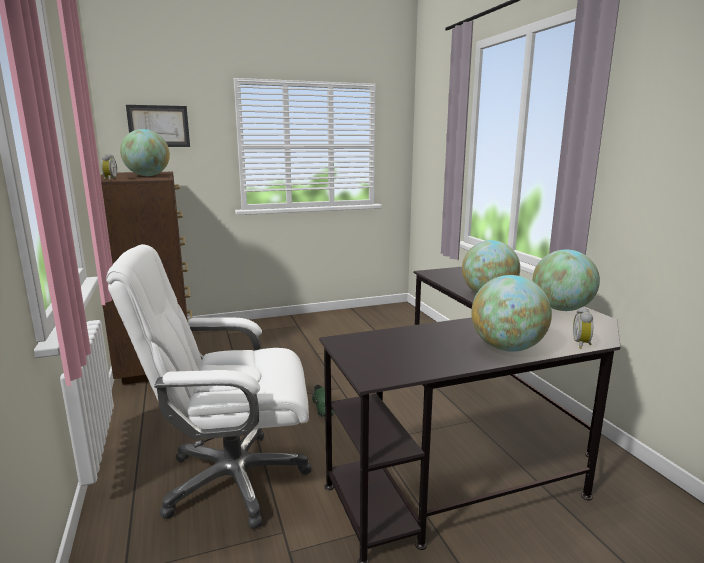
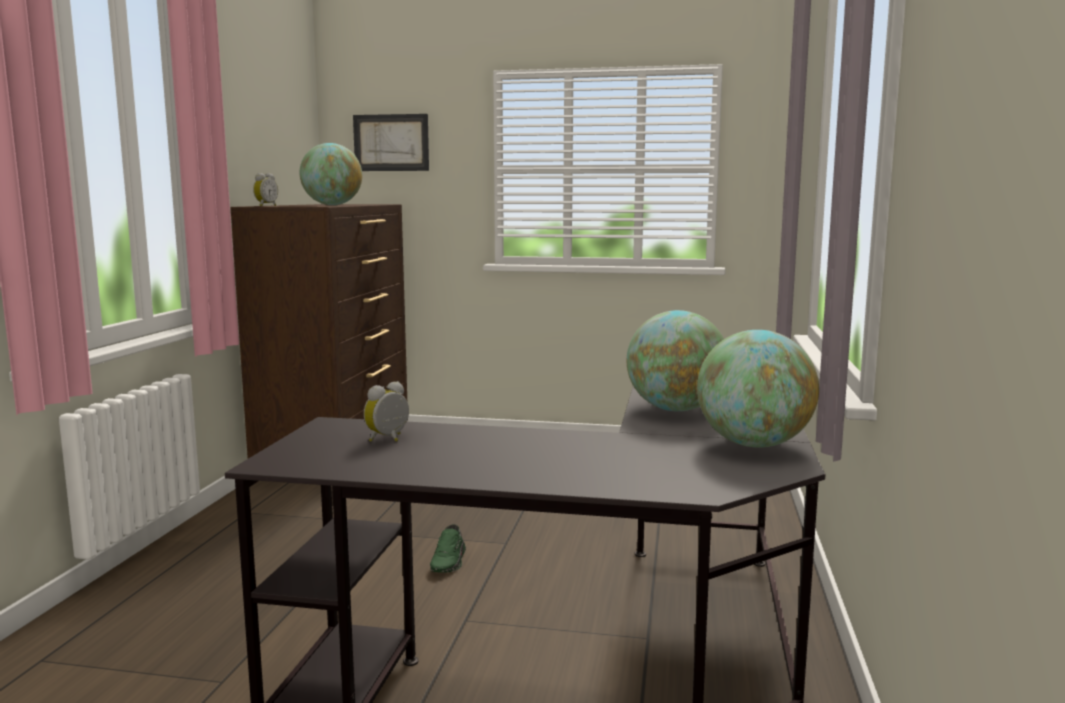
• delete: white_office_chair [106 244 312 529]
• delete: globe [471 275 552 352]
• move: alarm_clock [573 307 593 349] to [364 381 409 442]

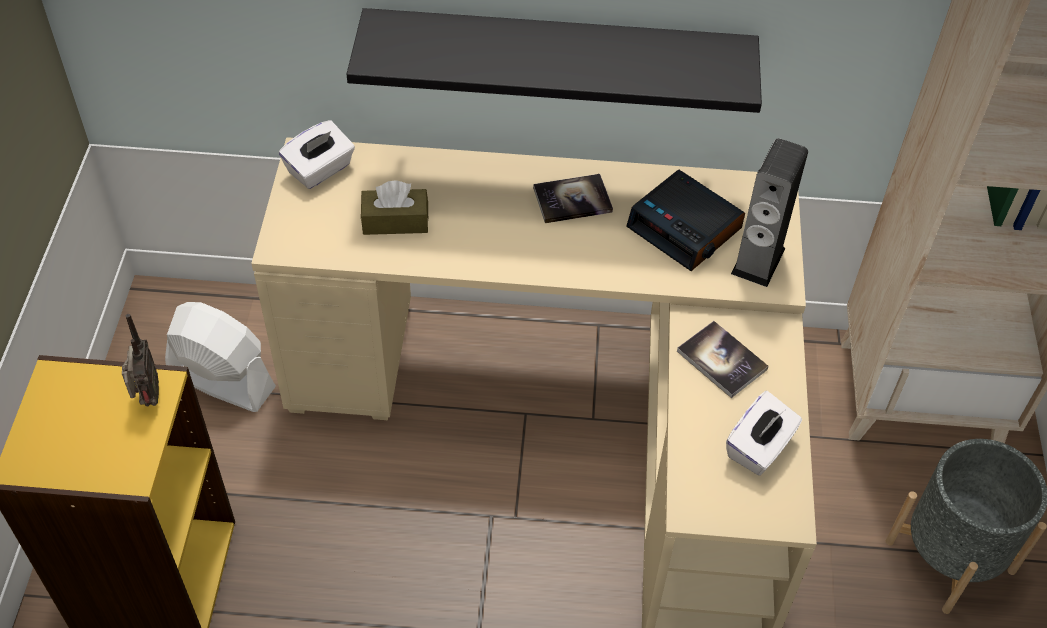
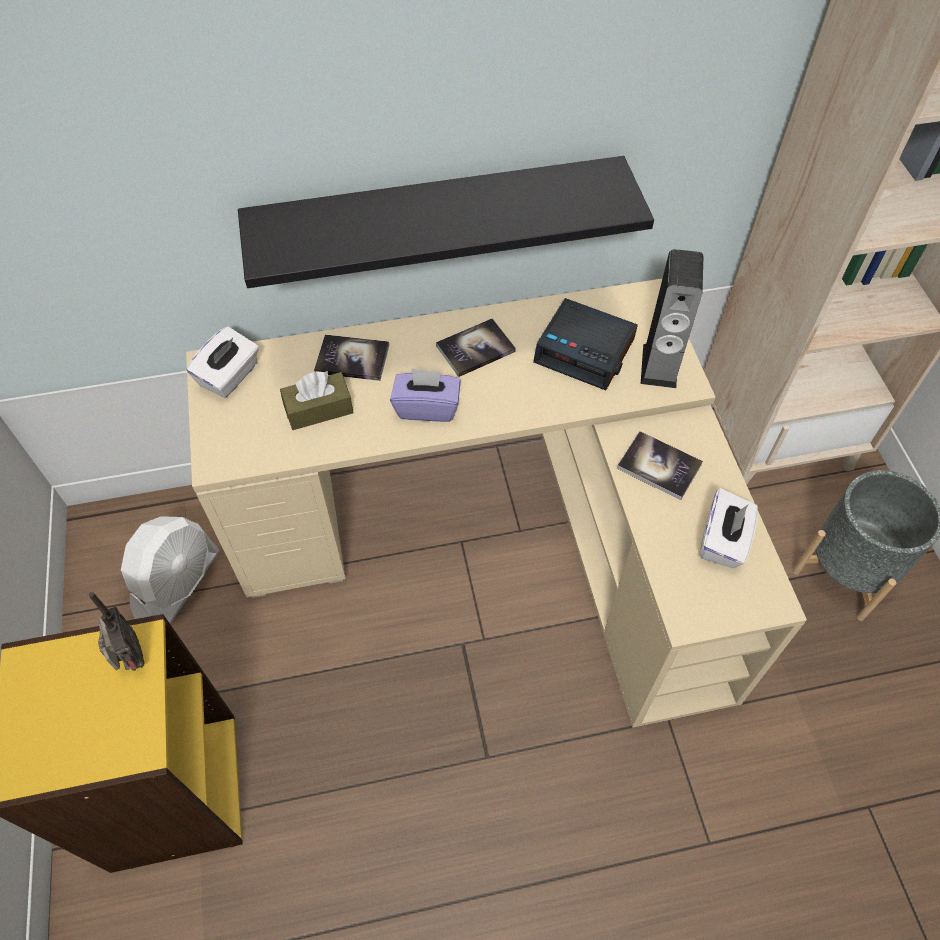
• rotate: white_fan [165 302 276 412] = [121 516 219 624] 105 degrees clockwise
• insert: book [314 335 389 381]
• insert: purple_tissue_box [390 368 461 422]

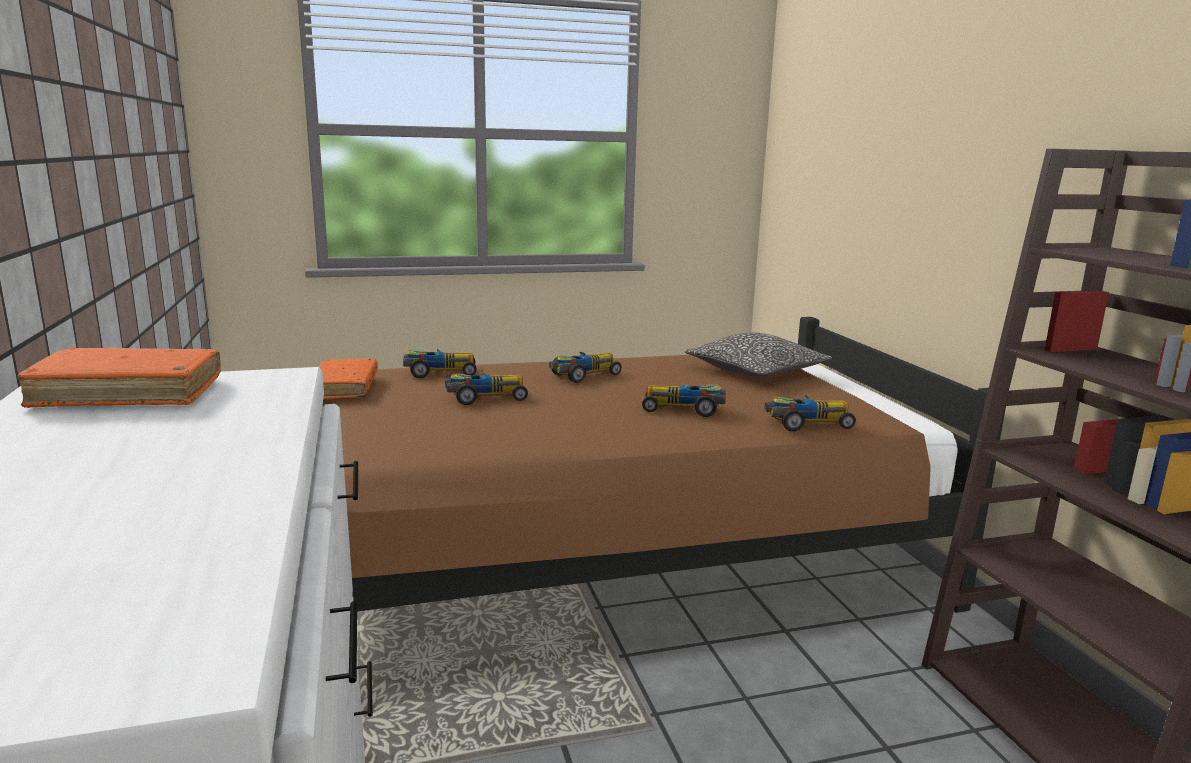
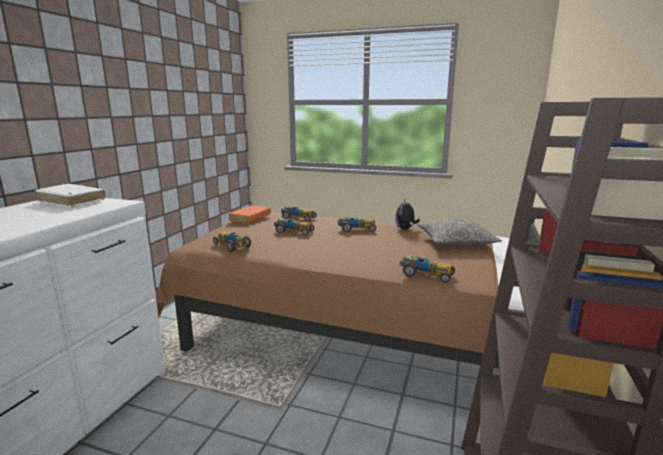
• recolor: orange_book [17 347 221 408] to white_book [35 184 106 207]
• move: toy_car [642 383 726 417] to [213 231 251 252]
• insert: plush_toy [395 199 420 229]

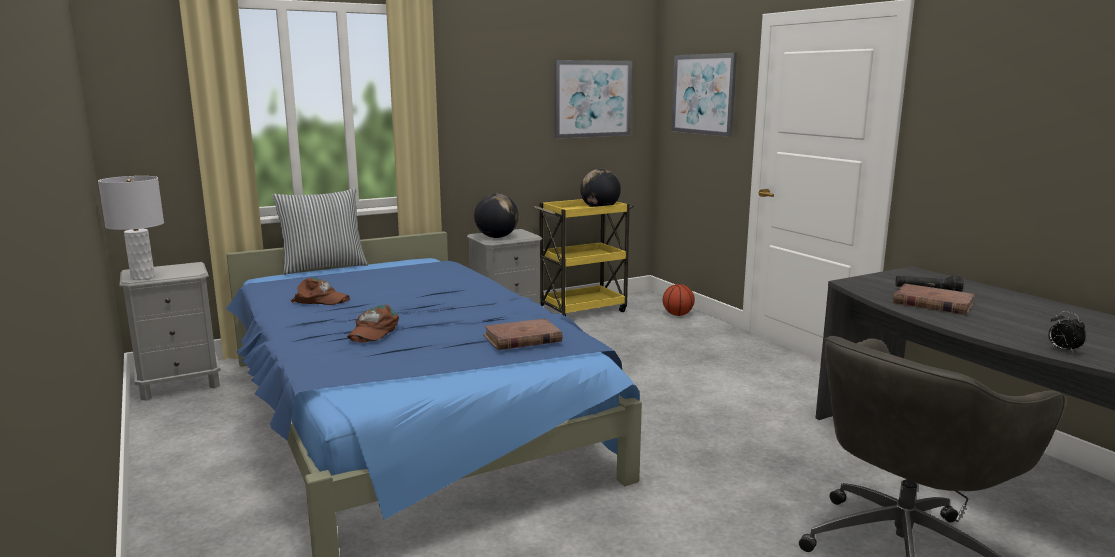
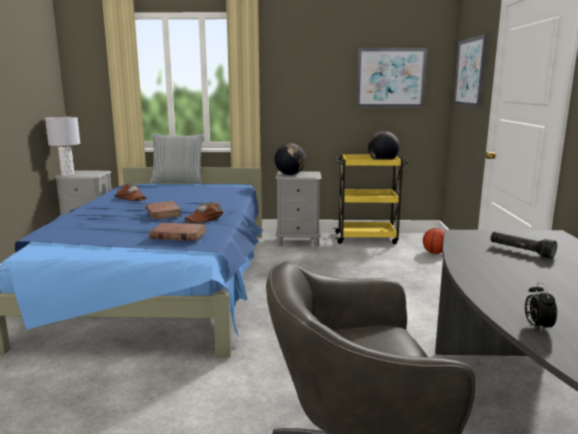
• move: brown_book [893 284 975 315] to [145 201 182 219]
• move: brown_cap [347 305 399 343] to [185 202 223 223]

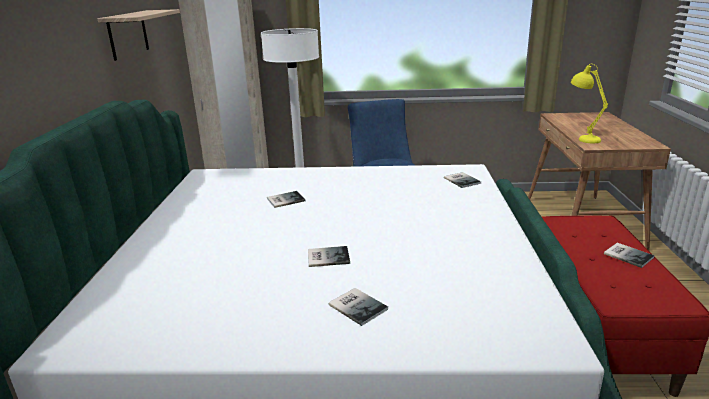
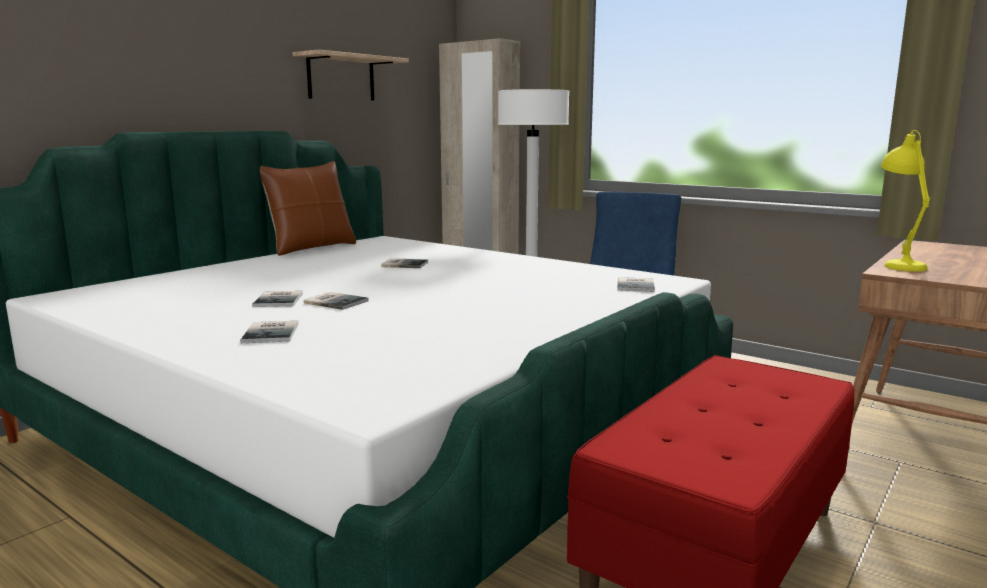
• move: book [604 243 655 268] to [252 291 303 307]
• insert: brown_pillow [260 161 356 256]

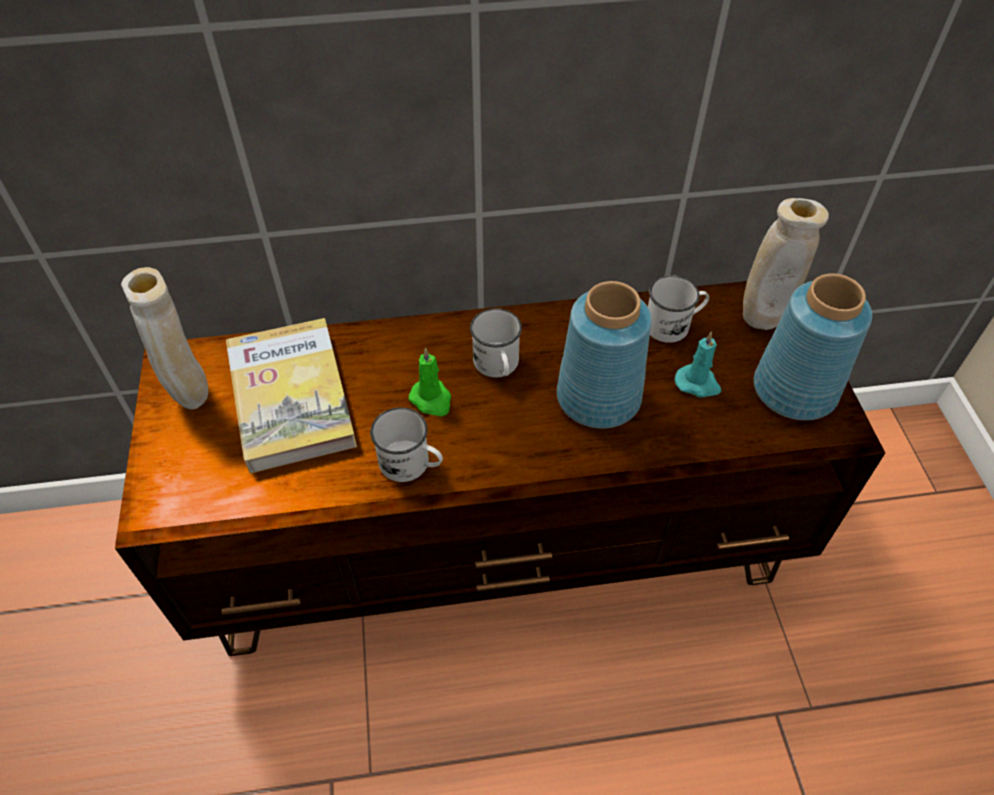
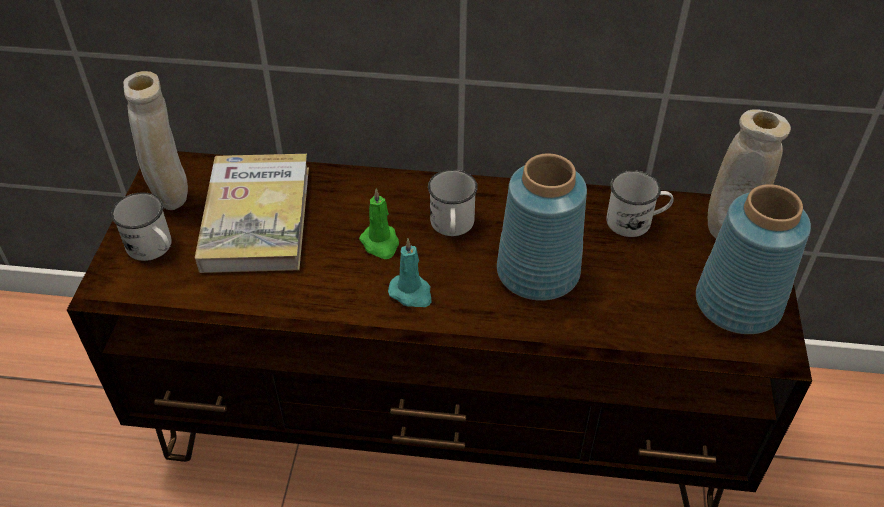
• move: turquoise_candle [675 331 721 397] to [388 239 432 307]
• move: white_mug [370 407 443 482] to [111 192 172 261]

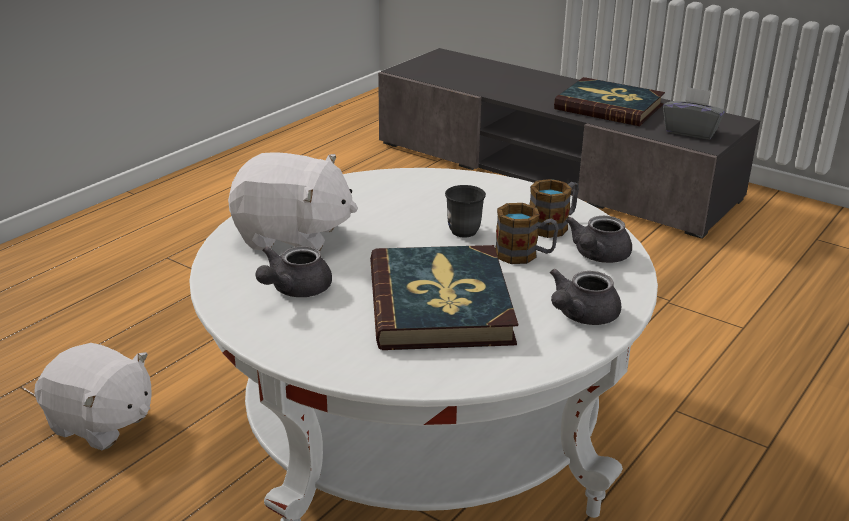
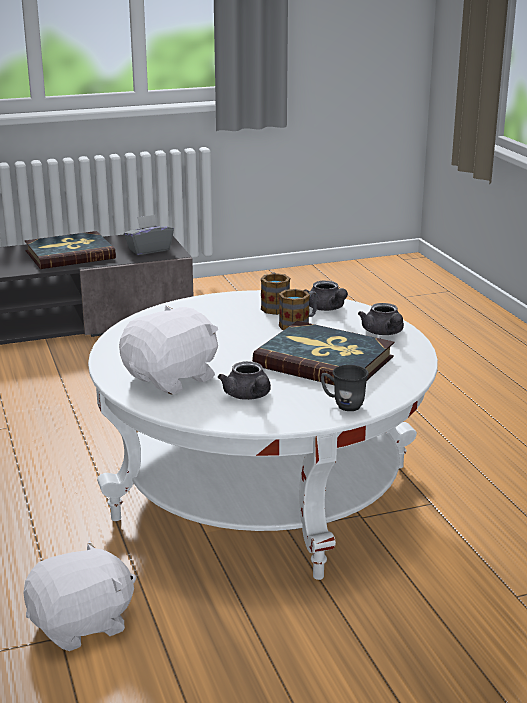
• move: grey_mug [445 185 486 237] to [321 365 369 411]

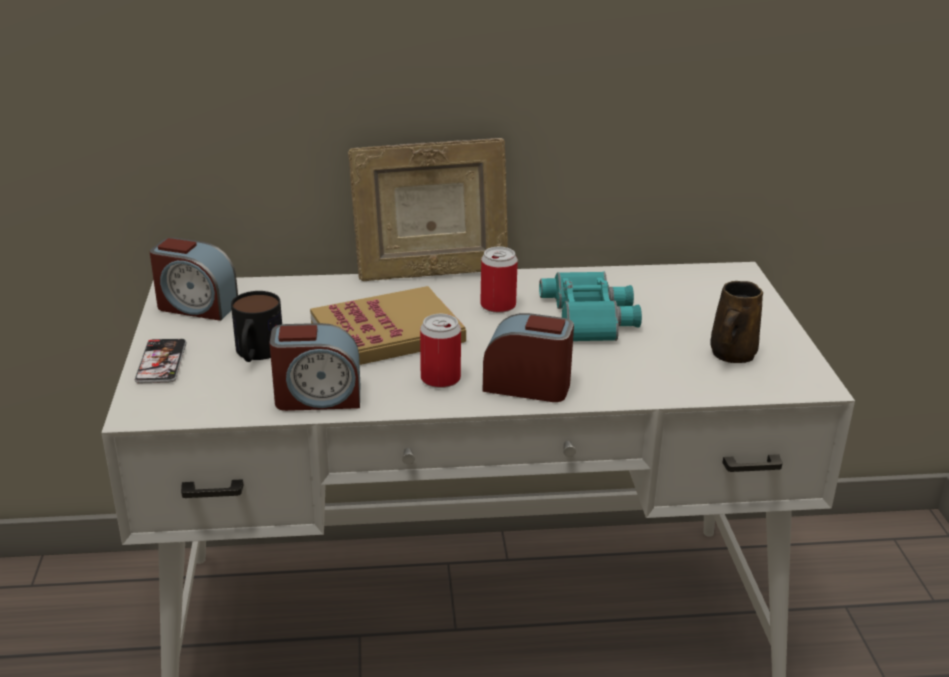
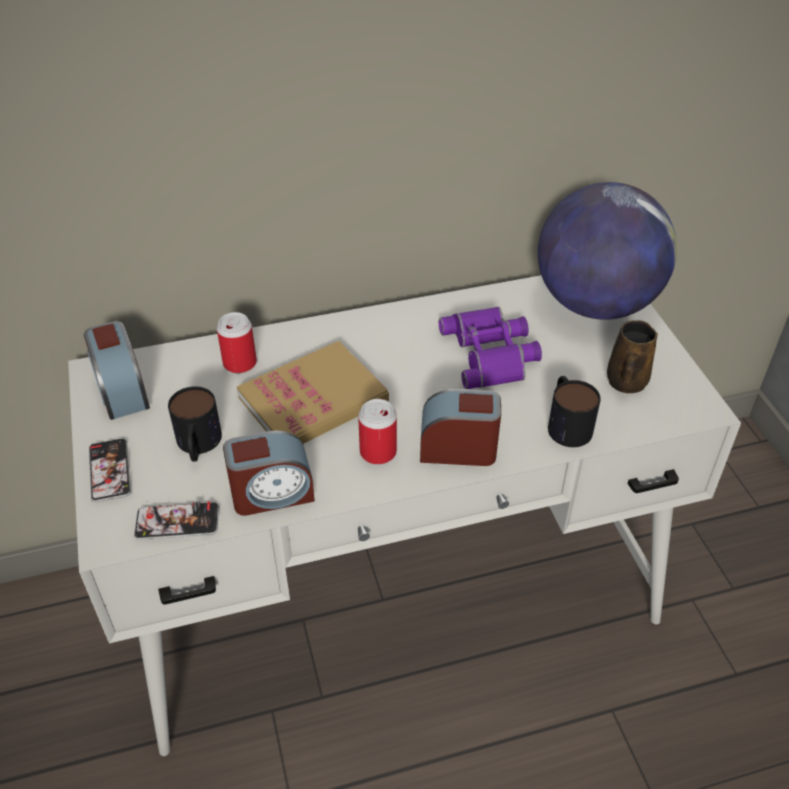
• delete: picture_frame [348 138 508 281]
• rotate: alarm_clock [150 238 238 321] = [84 321 150 420] 60 degrees clockwise
• move: can [480 247 518 313] to [217 312 257 373]
• recolor: turquoise_binoculars [539 272 642 341] to purple_binoculars [439 307 542 389]
• insert: globe [538 182 677 320]
• insert: mug [548 376 601 447]
• insert: phone [134 501 219 540]

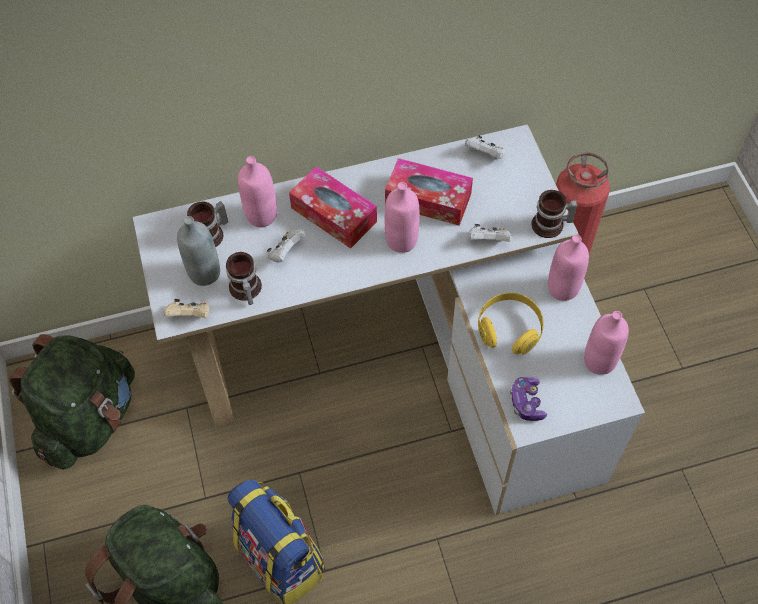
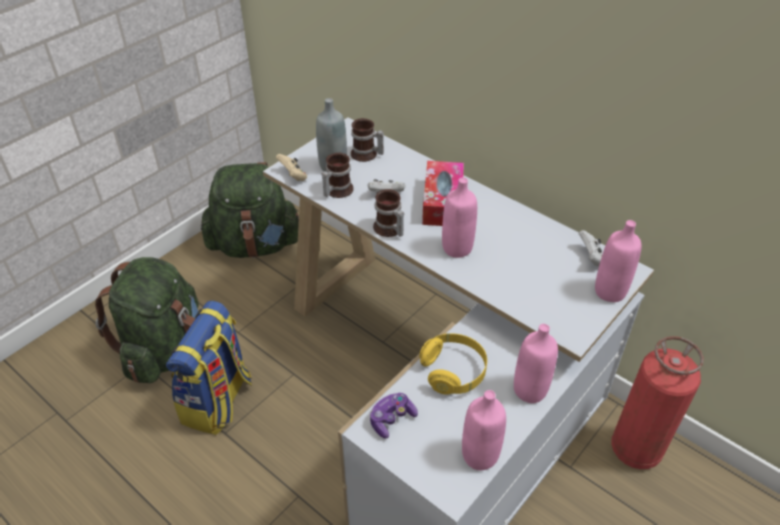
• move: pink_bottle [238 156 277 228] to [595 220 641 302]
• delete: tissue_box [385 158 473 226]
• move: mug [532 190 577 238] to [373 189 404 237]
• delete: white_game_controller [468 224 512 242]

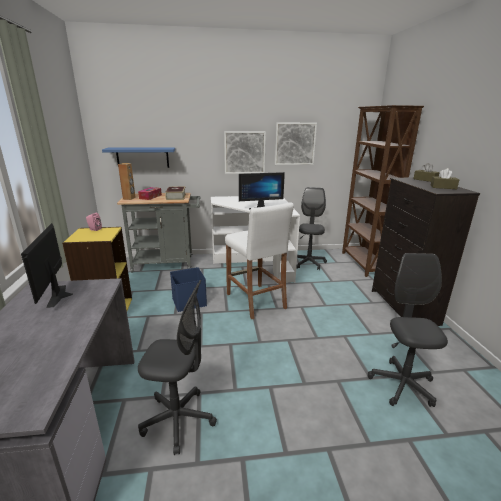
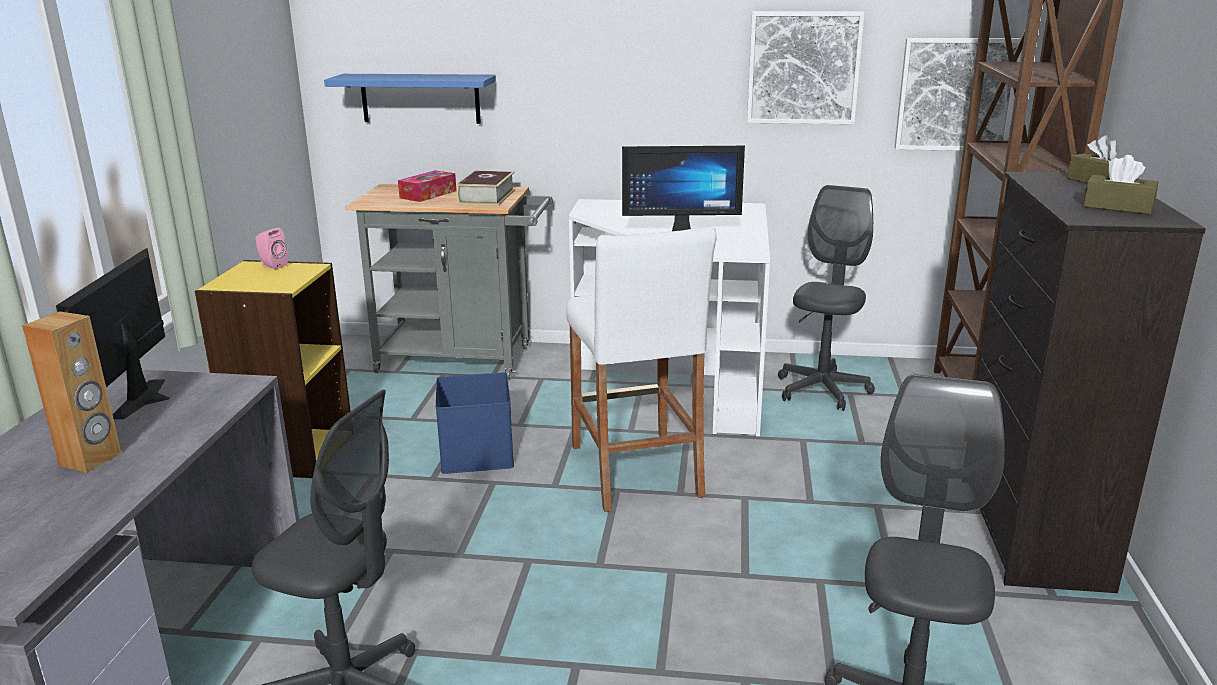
• move: picture [224 131 266 174] to [894 38 1021 151]
• move: brown_speaker [118 163 136 200] to [22 311 122 473]

